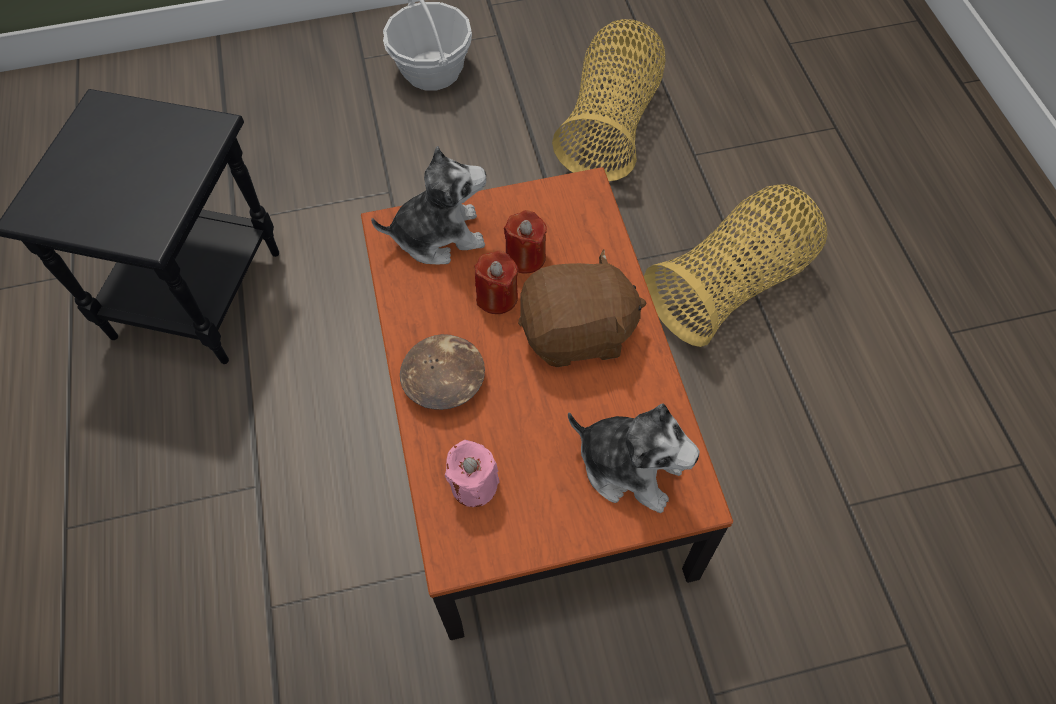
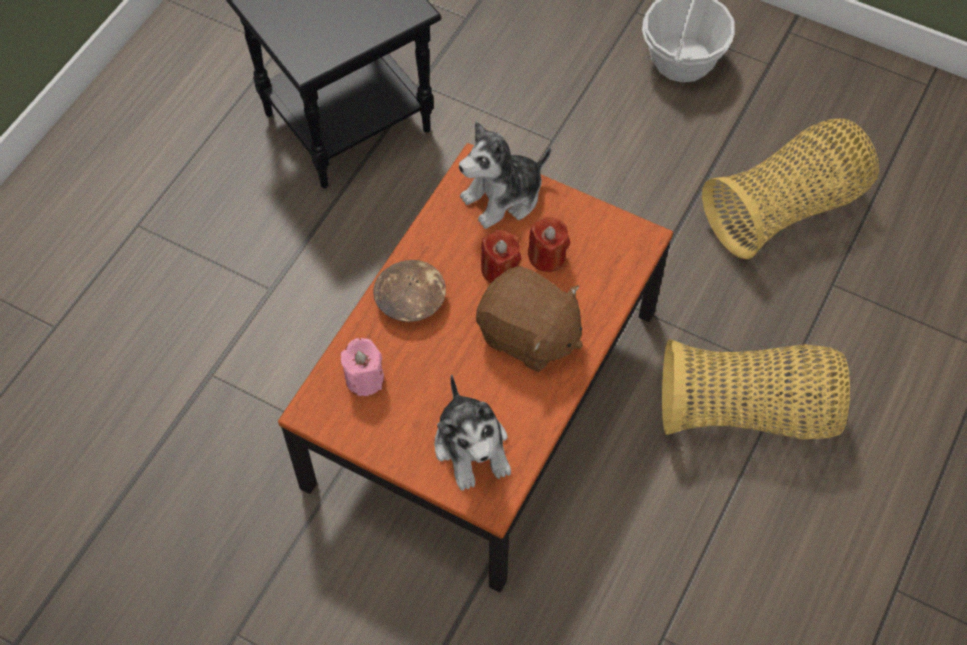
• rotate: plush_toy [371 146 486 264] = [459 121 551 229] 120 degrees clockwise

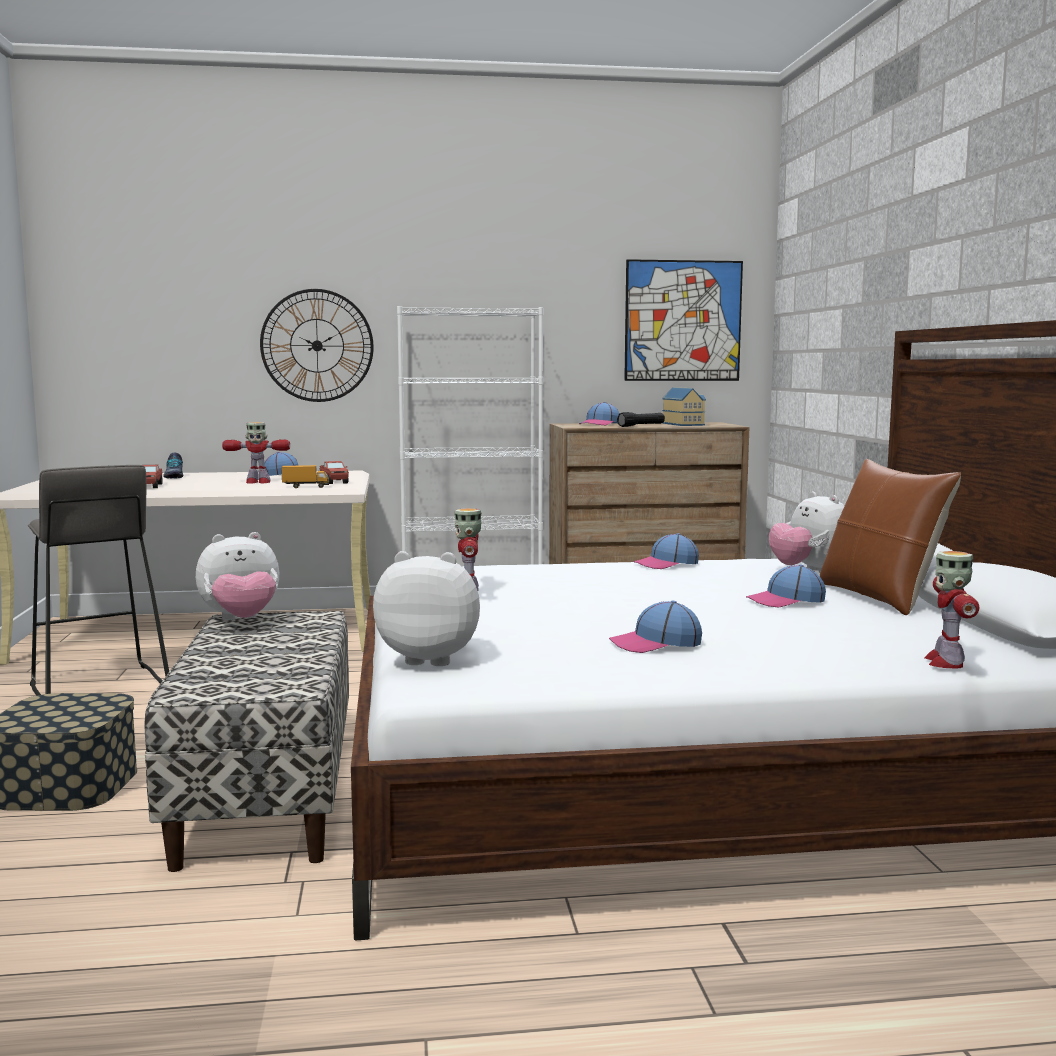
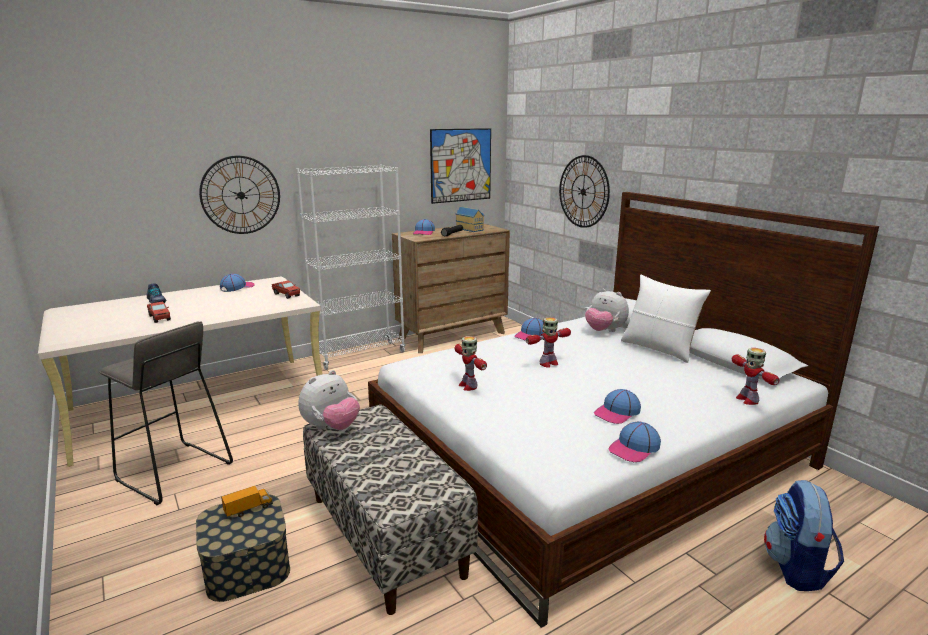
• move: toy_robot [222 422 290 484] to [526 317 571 368]
• recolor: brown_pillow [820 459 961 615] to white_pillow [621 275 711 363]
• move: toy_truck [281 465 329 488] to [221 486 273 517]
• delete: plush_toy [373 551 480 666]
• move: cap [746 565 826 608] to [608 422 661 462]
• insert: wall_clock [559 155 610 228]
• insert: backpack [764 480 844 591]

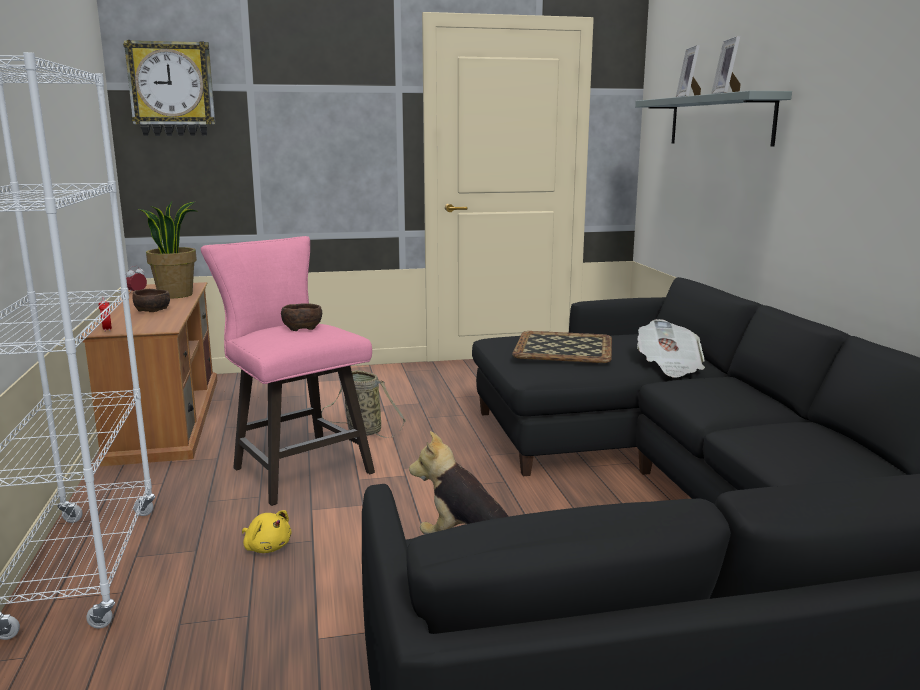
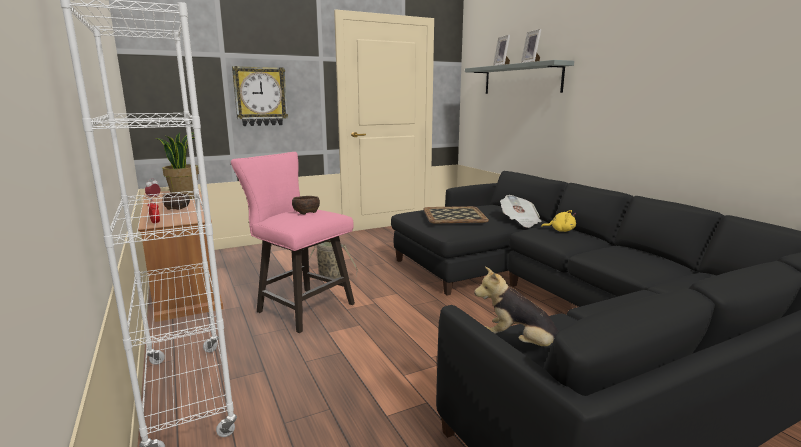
• move: wall_clock [123 40 215 136] to [232 66 288 126]
• move: yellow_plush_toy [242 510 291 553] to [541 210 576 232]

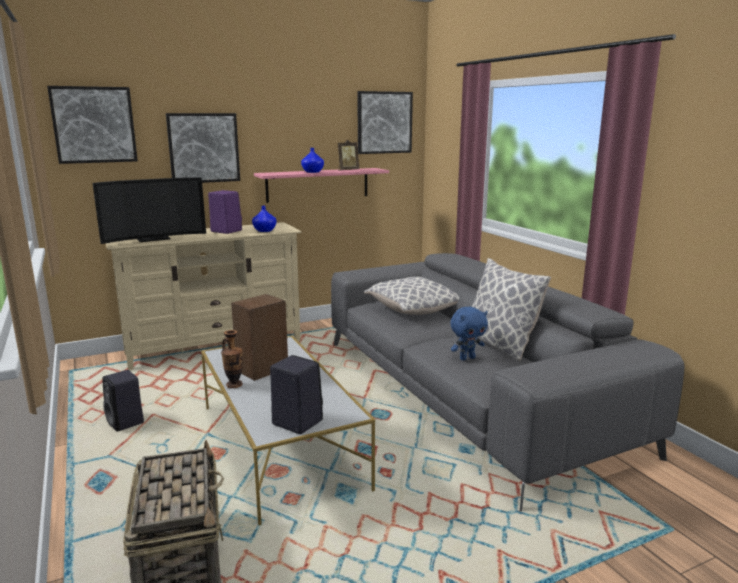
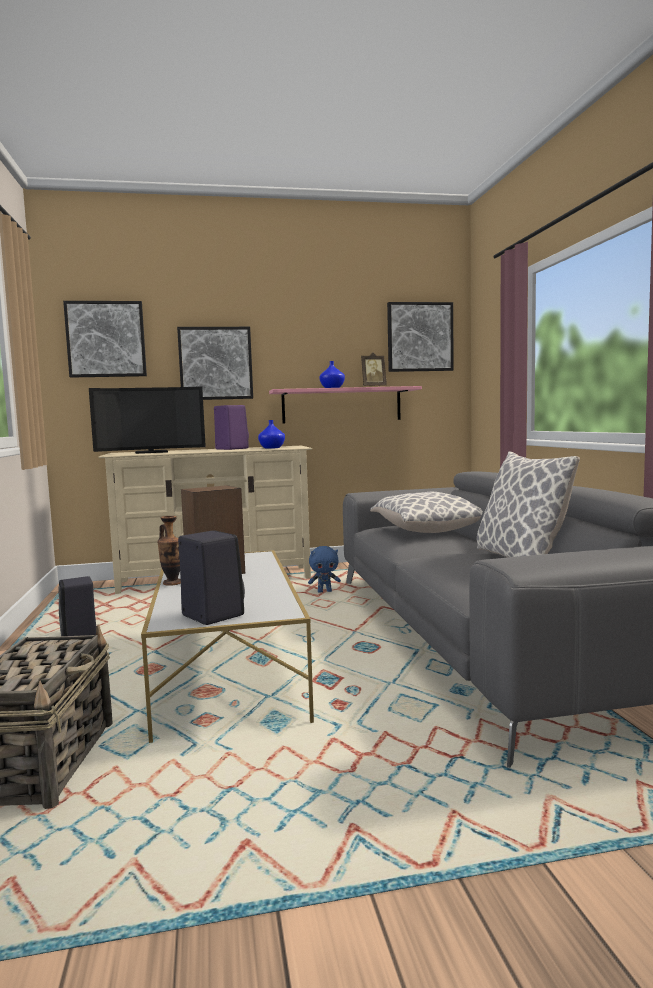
• move: blue_plush_toy [450 307 488 360] to [308 546 341 593]

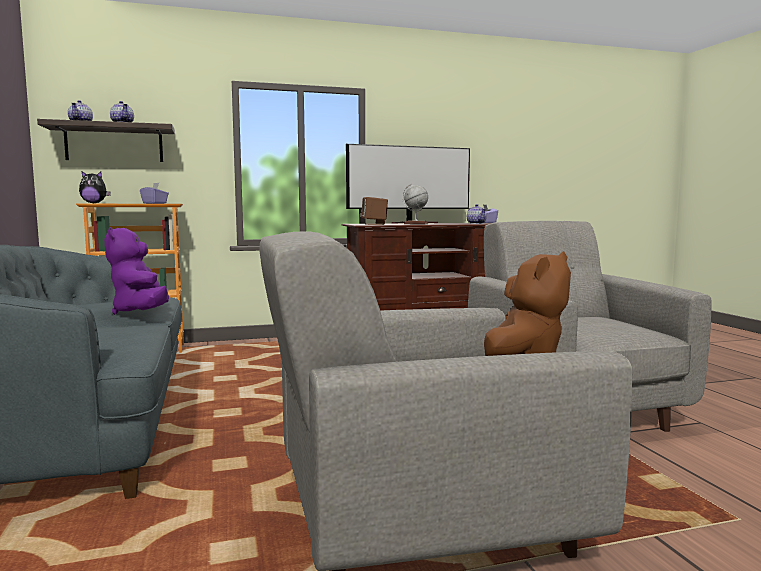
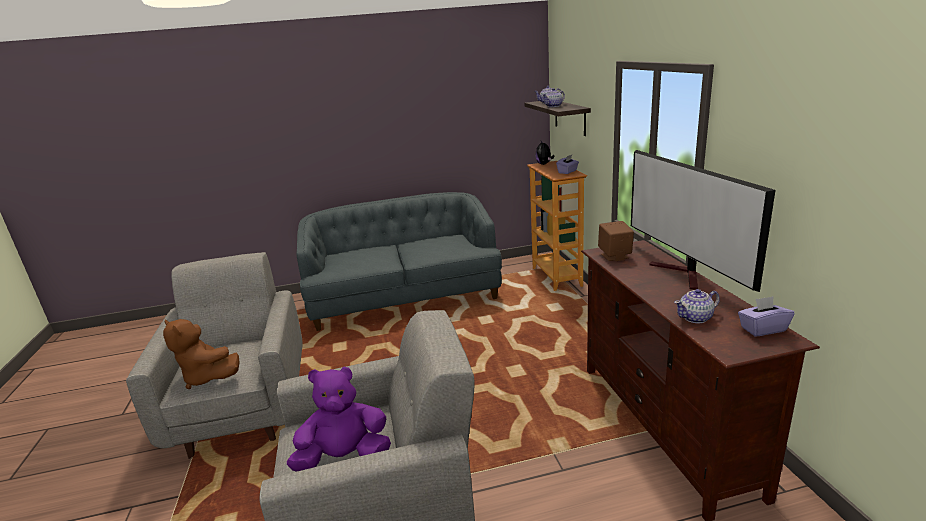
• delete: globe [402 184 428 224]
• move: purple_plush_toy [104 227 169 315] to [287 367 391 472]

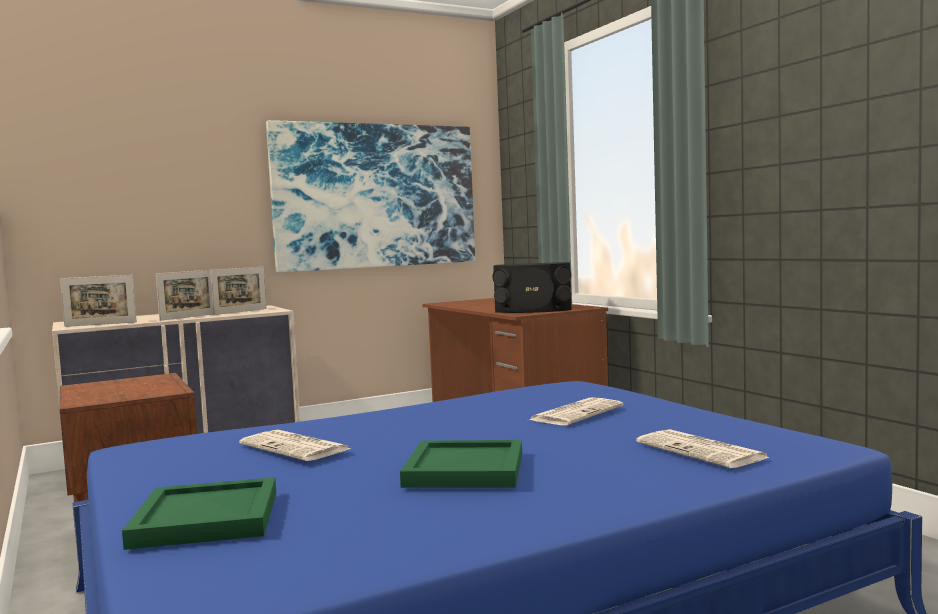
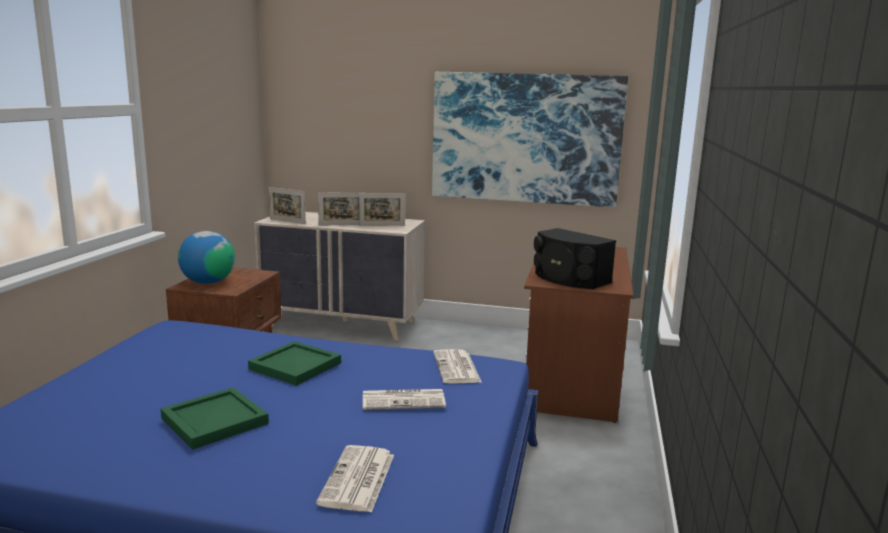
• move: newspaper [239 430 350 461] to [433 349 481 384]
• move: green_tray [122 477 276 550] to [248 341 341 386]
• insert: globe [178 231 235 284]

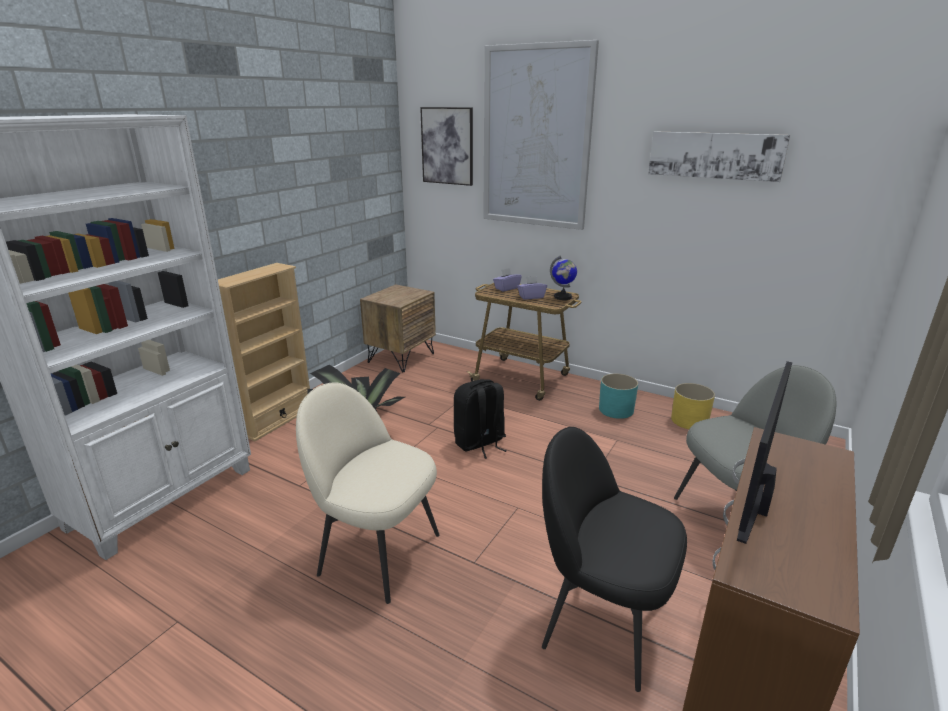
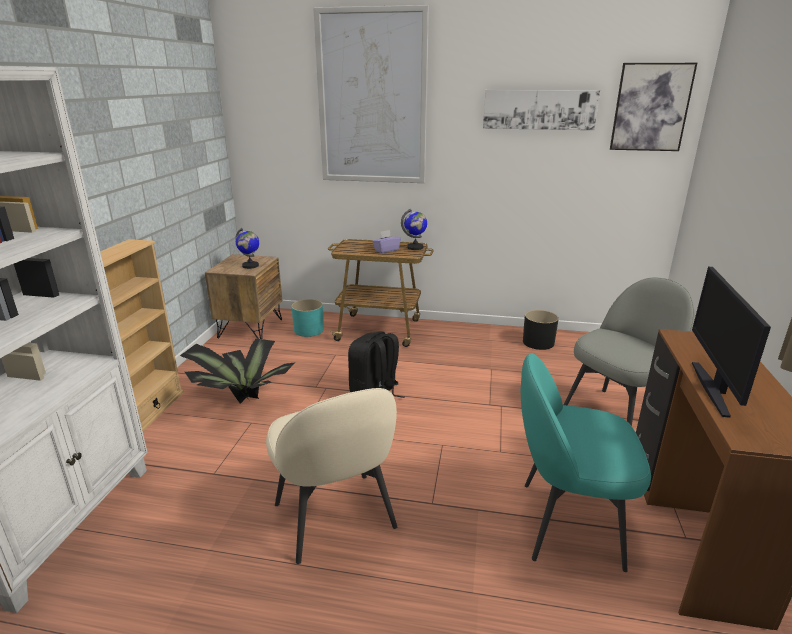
• move: picture [420 107 473 186] to [610 63 697 151]
• delete: purple_tissue_box [493 268 522 291]
• move: turquoise_planter [599 374 638 419] to [291 299 324 337]
• rotate: beige_chair [296 382 440 604] = [266 388 397 564] 120 degrees counterclockwise
• recolor: yellow_planter [671 383 715 429] to black_planter [523 310 559 350]
• recolor: black_chair [542 427 687 692] to turquoise_chair [521 353 651 572]
• insert: globe [235 228 259 269]

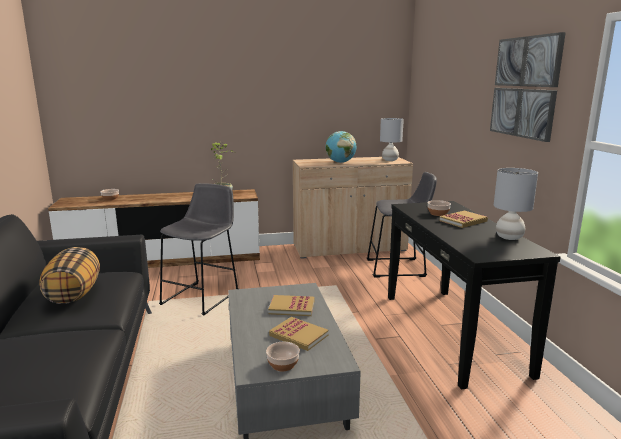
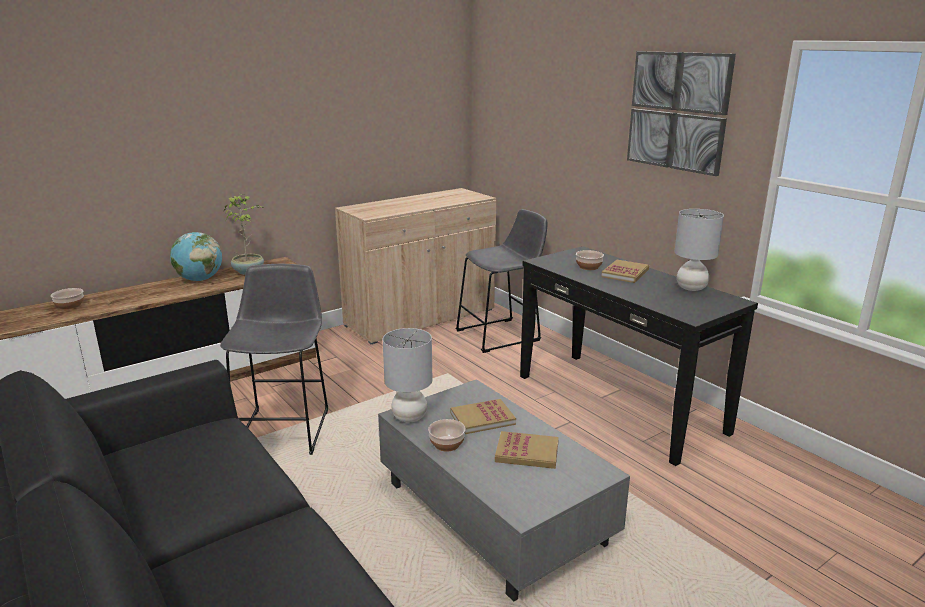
• move: grey_table_lamp [380 118 404 161] to [383 328 433 422]
• move: globe [326 131 357 163] to [170 232 222 281]
• delete: pillow [39 247 100 304]
• move: bowl [266 342 300 371] to [428 419 465 452]

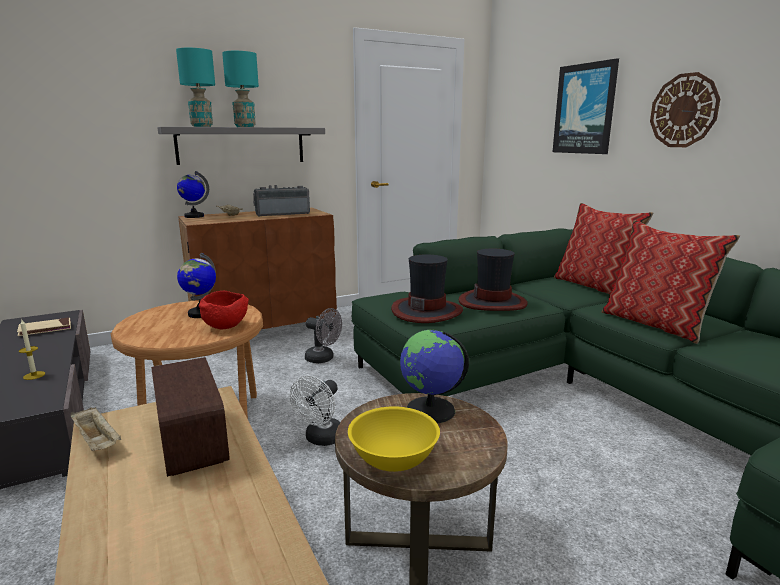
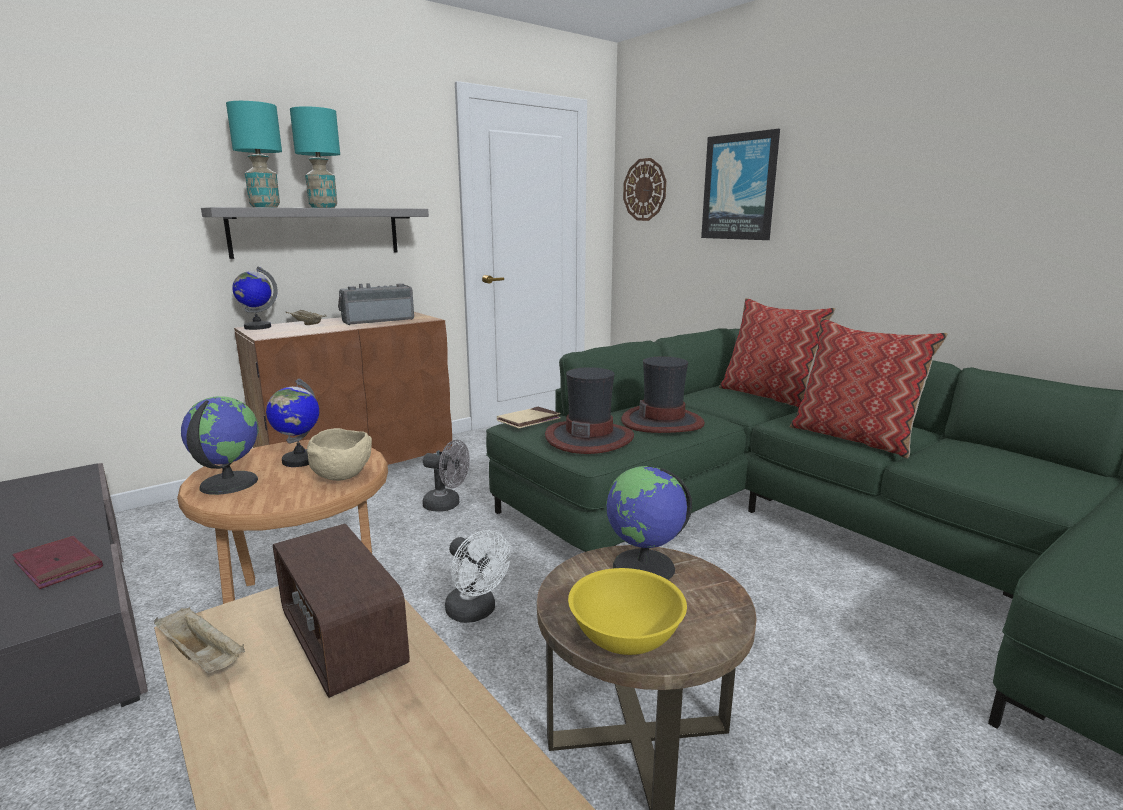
• move: wall_clock [650 72 720 147] to [623 158 666 221]
• recolor: red_bowl [198 291 249 329] to beige_bowl [307 428 372 481]
• move: beige_book [17 317 71 336] to [497 407 561 428]
• replace: candle [19 320 45 380] to red_book [12 536 103 589]
• rotate: white_fan [290 376 340 446] = [445 530 511 623] 60 degrees counterclockwise
• insert: globe [181 396 259 495]

